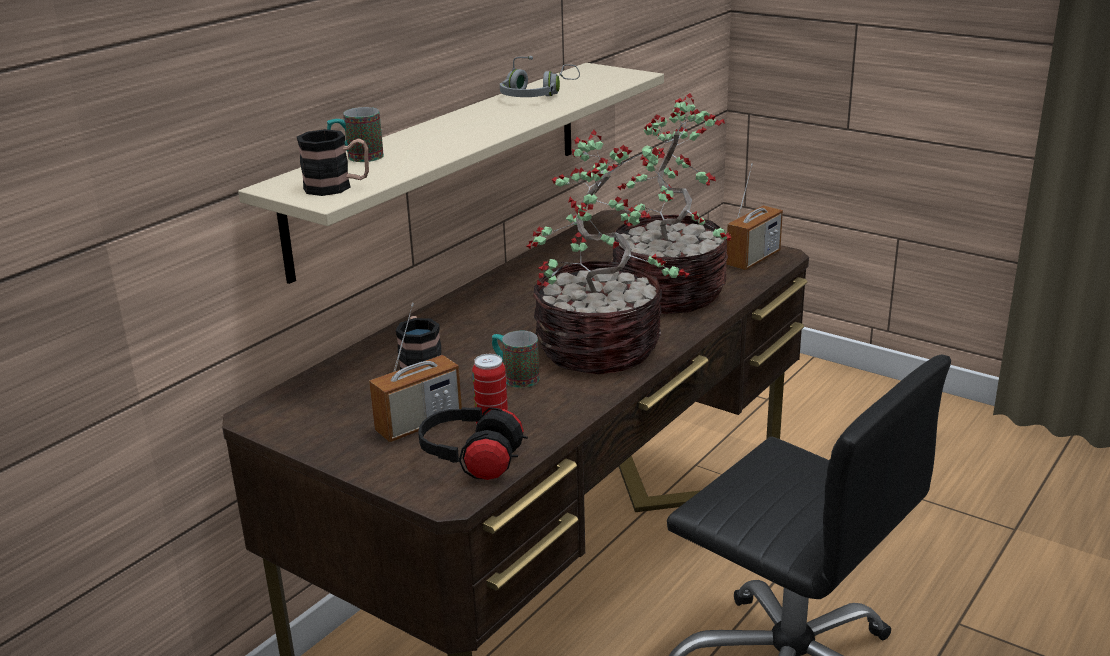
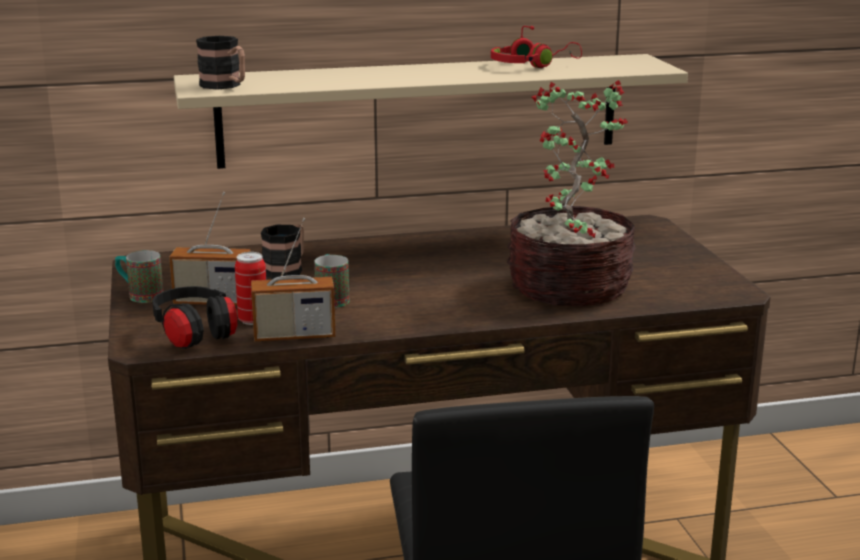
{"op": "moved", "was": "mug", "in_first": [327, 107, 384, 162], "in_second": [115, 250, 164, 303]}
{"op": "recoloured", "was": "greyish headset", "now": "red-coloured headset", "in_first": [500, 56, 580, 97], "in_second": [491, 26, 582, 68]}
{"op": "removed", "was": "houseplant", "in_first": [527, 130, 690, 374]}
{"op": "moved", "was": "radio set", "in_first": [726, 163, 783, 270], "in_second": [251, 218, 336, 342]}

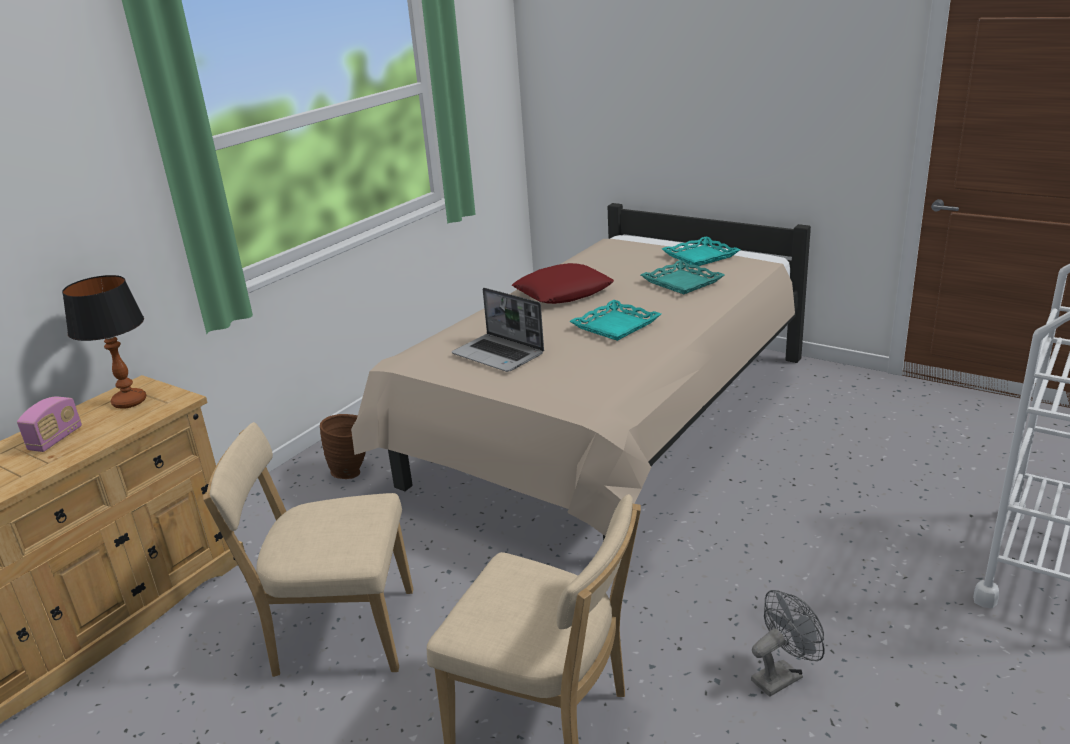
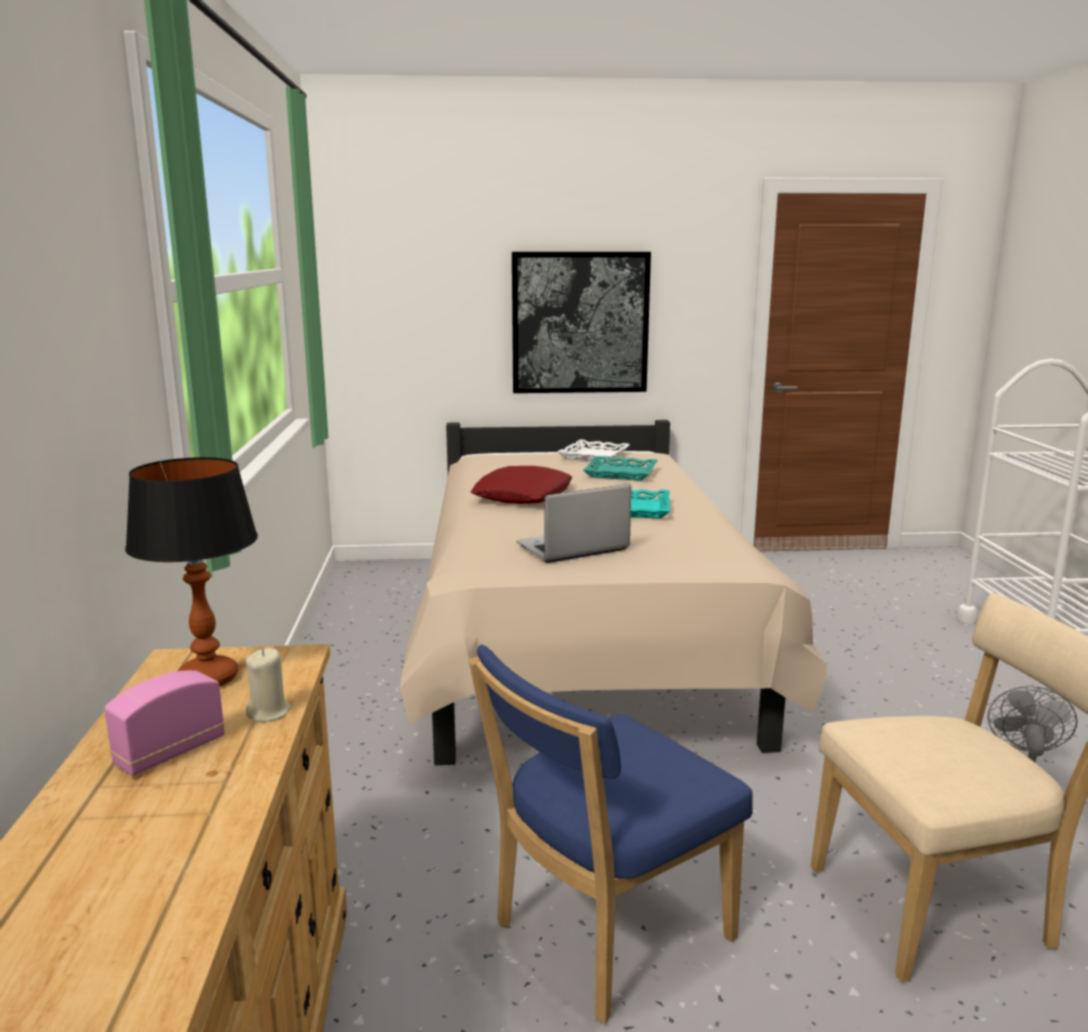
{"op": "turned", "was": "radio set", "in_first": [17, 396, 82, 452], "in_second": [104, 670, 225, 776], "clockwise": -120}
{"op": "recoloured", "was": "beige-coloured chair", "now": "bluish chair", "in_first": [203, 422, 413, 677], "in_second": [468, 645, 753, 1024]}
{"op": "removed", "was": "brown-coloured flower vase", "in_first": [320, 414, 366, 479]}
{"op": "turned", "was": "notebook computer", "in_first": [452, 288, 544, 372], "in_second": [516, 484, 631, 563], "clockwise": 150}
{"op": "recoloured", "was": "turquoise-coloured carrying tray", "now": "whitish carrying tray", "in_first": [662, 236, 740, 266], "in_second": [558, 439, 630, 463]}
{"op": "added", "now": "beige-coloured wax light", "in_second": [246, 648, 291, 722]}
{"op": "added", "now": "wall picture", "in_second": [512, 252, 651, 393]}

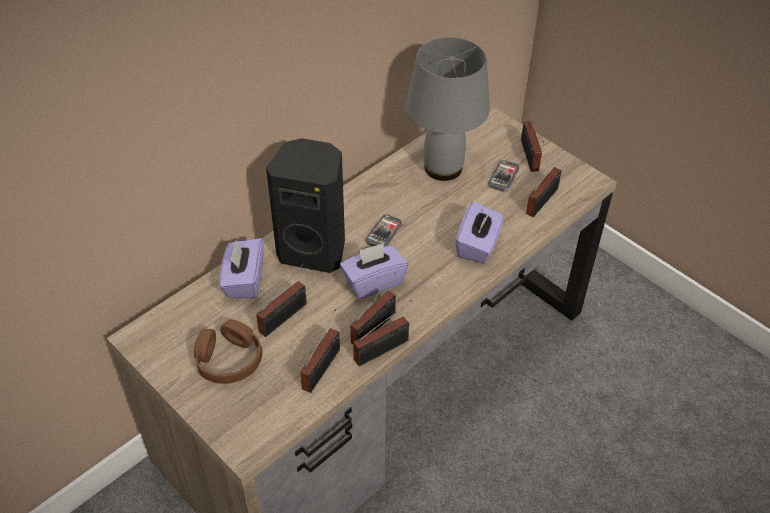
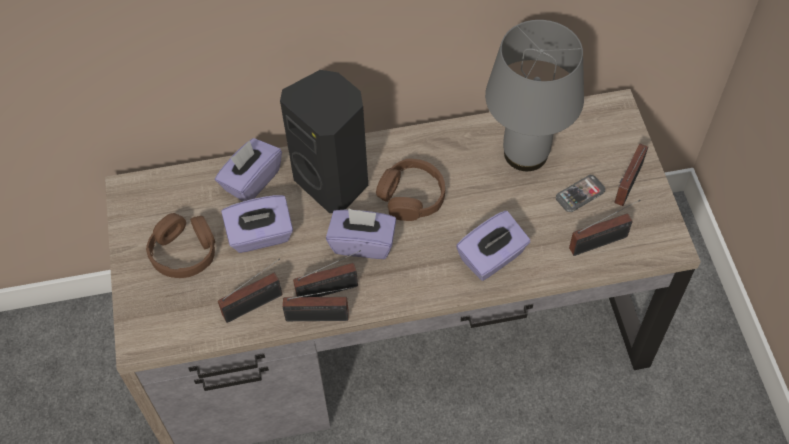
{"op": "replaced", "was": "radio set", "now": "purplish tissue box", "in_first": [256, 263, 307, 337], "in_second": [221, 195, 293, 253]}
{"op": "replaced", "was": "telephone", "now": "brown-coloured headset", "in_first": [365, 214, 403, 247], "in_second": [376, 159, 445, 221]}

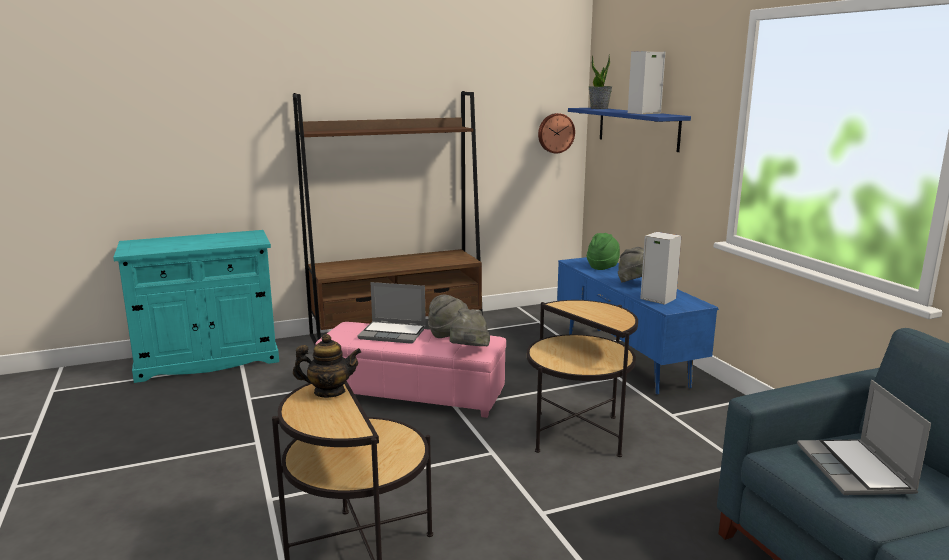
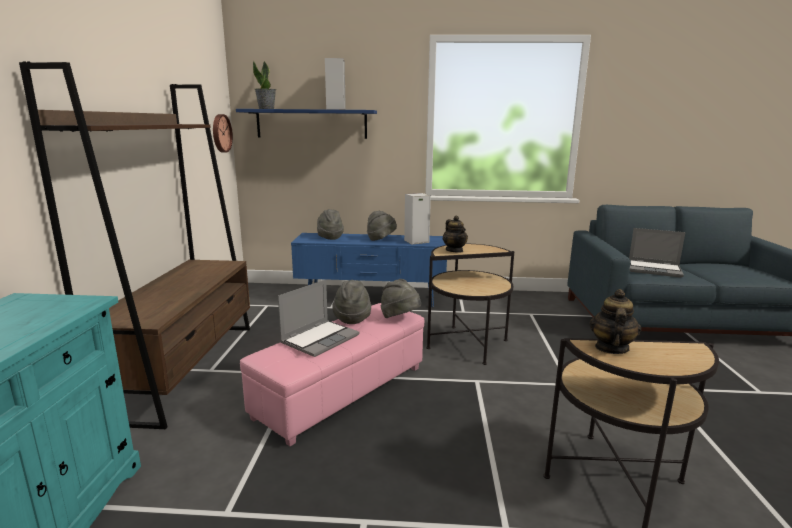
{"op": "recoloured", "was": "greenish clothing hat", "now": "greyish clothing hat", "in_first": [587, 233, 620, 270], "in_second": [317, 209, 344, 240]}
{"op": "added", "now": "tea pot", "in_second": [442, 216, 468, 253]}

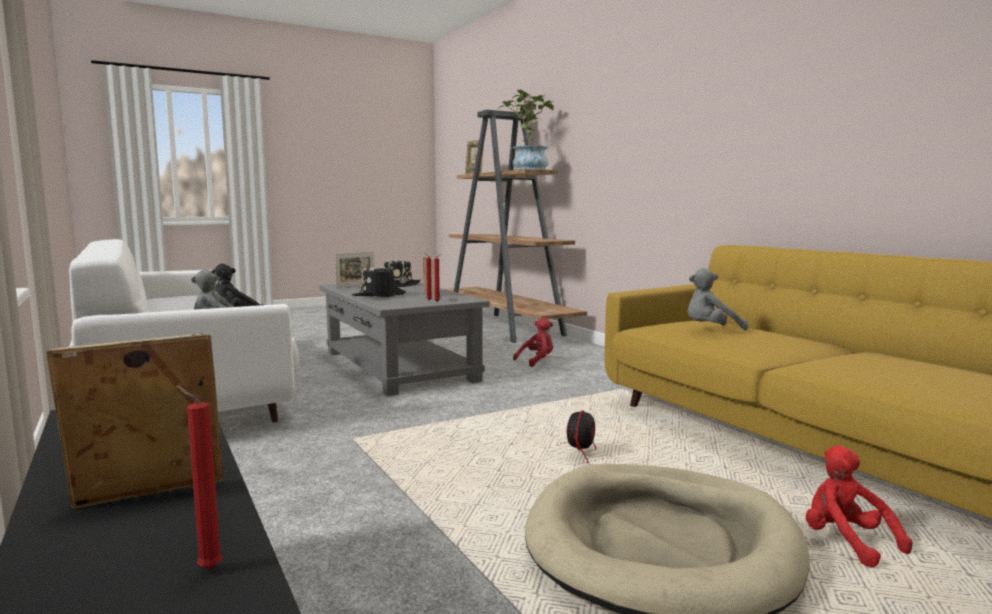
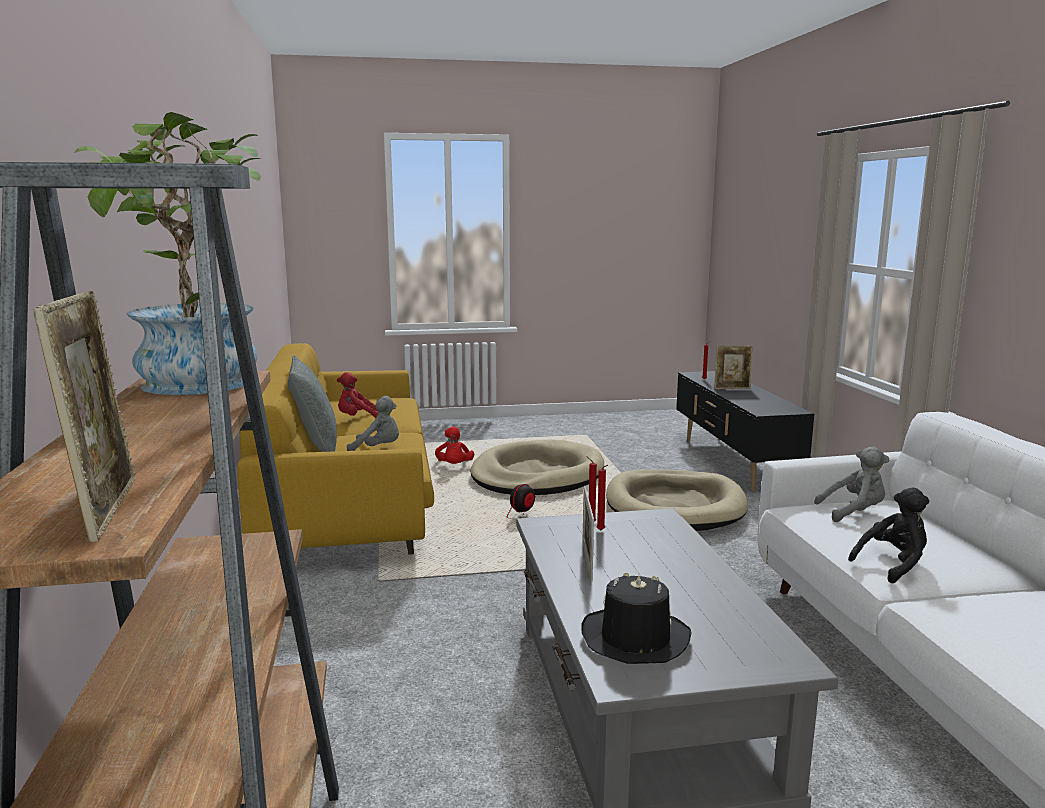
{"op": "removed", "was": "photo frame", "in_first": [335, 252, 374, 288]}
{"op": "removed", "was": "black clothing hat", "in_first": [352, 264, 406, 297]}
{"op": "moved", "was": "red-coloured soft toy", "in_first": [513, 317, 553, 367], "in_second": [337, 372, 378, 418]}
{"op": "added", "now": "greyish pillow", "in_second": [288, 355, 337, 452]}
{"op": "added", "now": "beige-coloured dog bed", "in_second": [606, 470, 748, 531]}

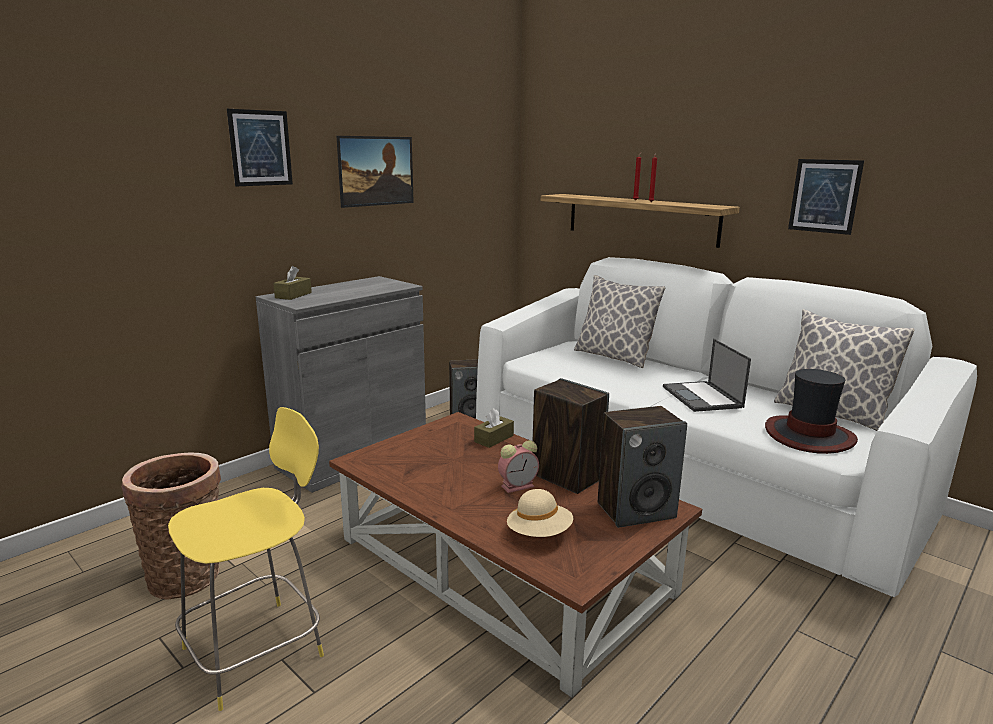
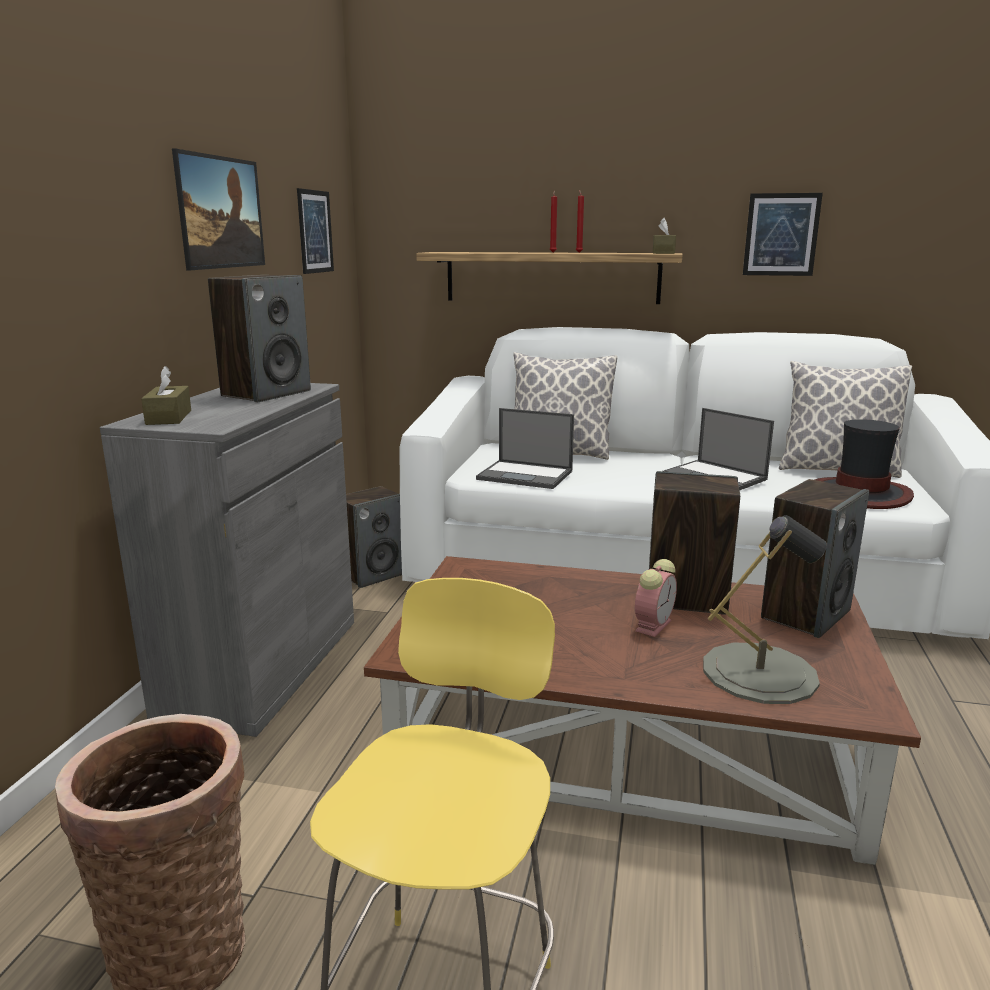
{"op": "moved", "was": "wall picture", "in_first": [227, 109, 293, 186], "in_second": [297, 188, 334, 274]}
{"op": "moved", "was": "brown-coloured tissue box", "in_first": [474, 408, 514, 448], "in_second": [653, 218, 676, 254]}
{"op": "replaced", "was": "beige-coloured clothing hat", "now": "greyish lamp for a table", "in_first": [507, 489, 573, 537], "in_second": [703, 515, 827, 704]}
{"op": "added", "now": "speaker", "in_second": [208, 275, 311, 402]}
{"op": "added", "now": "notebook computer", "in_second": [476, 408, 574, 489]}

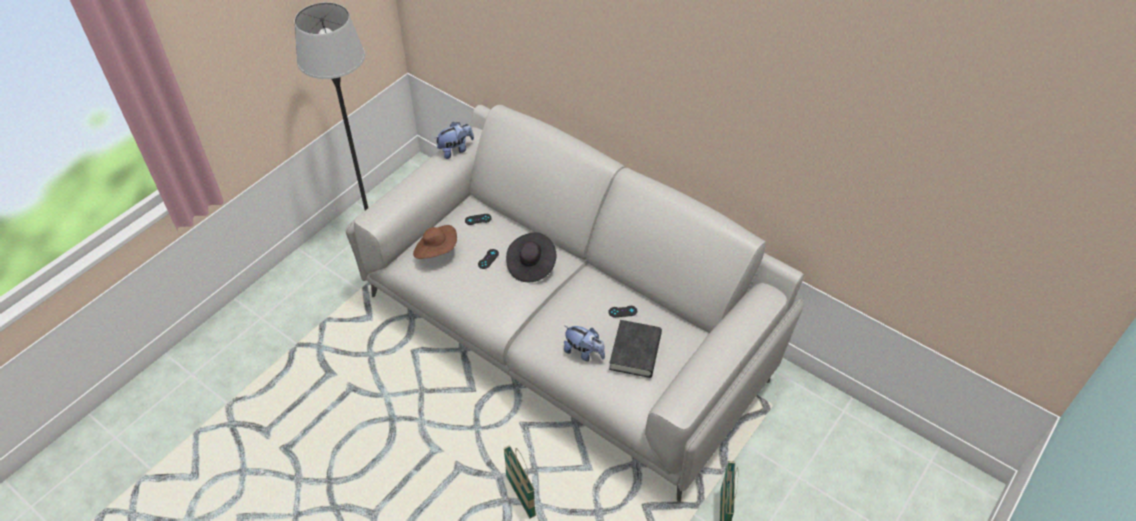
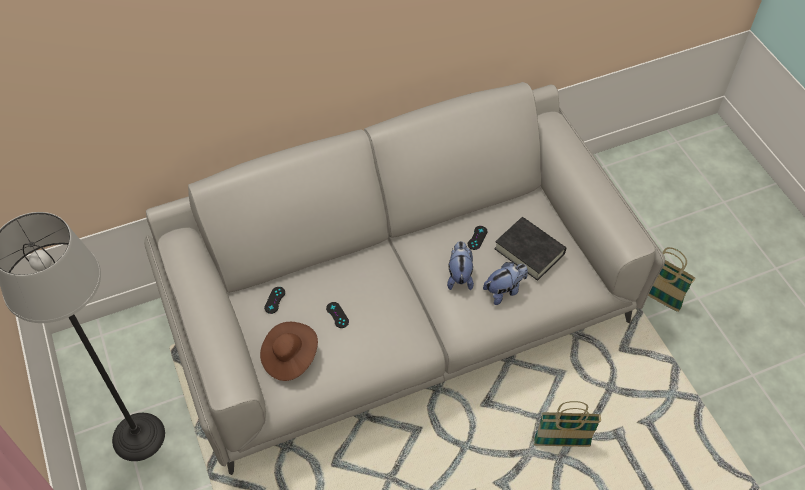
{"op": "moved", "was": "soft toy", "in_first": [435, 122, 474, 159], "in_second": [447, 241, 474, 290]}
{"op": "removed", "was": "black clothing hat", "in_first": [506, 232, 556, 282]}

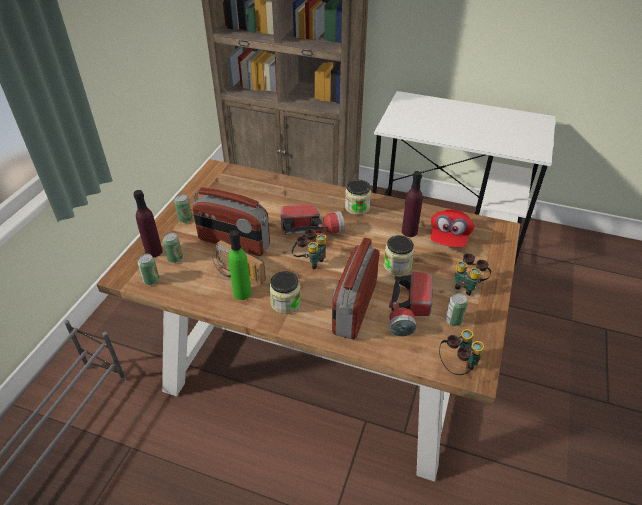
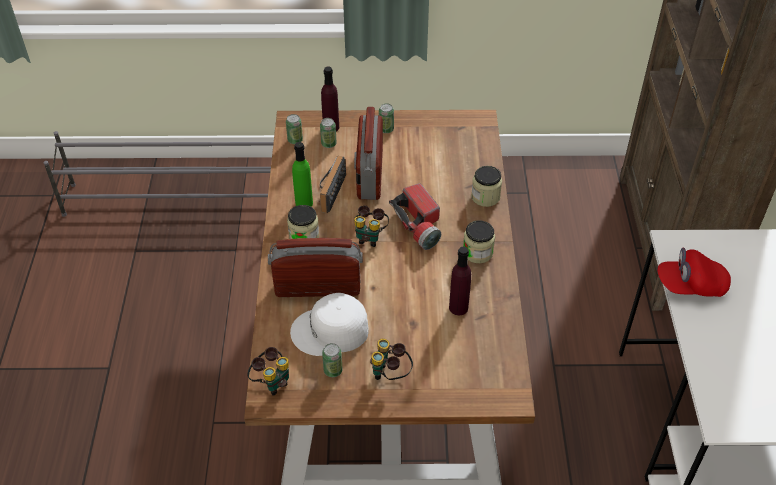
{"op": "moved", "was": "storage jar", "in_first": [384, 235, 414, 275], "in_second": [471, 166, 502, 207]}
{"op": "replaced", "was": "flashlight", "now": "whitish peaked cap", "in_first": [389, 271, 433, 337], "in_second": [290, 293, 369, 356]}
{"op": "moved", "was": "red-coloured peaked cap", "in_first": [431, 209, 474, 248], "in_second": [657, 248, 731, 297]}

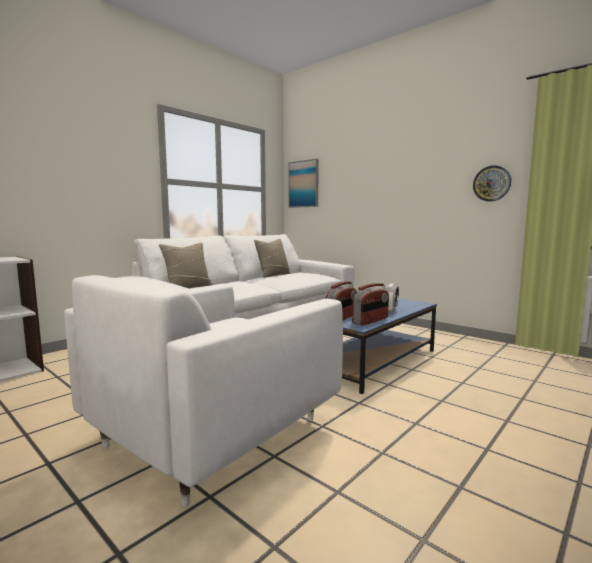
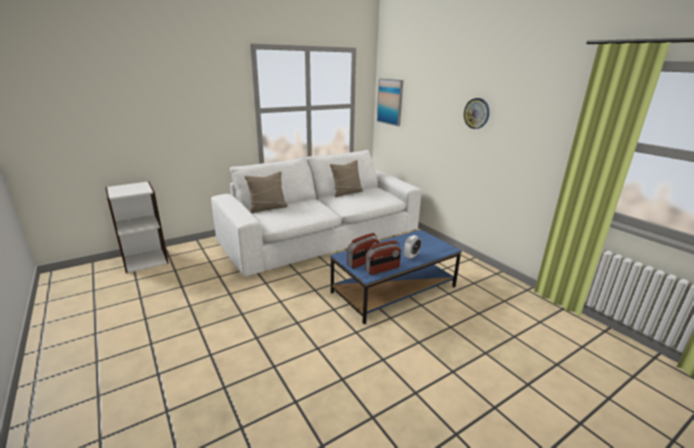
{"op": "removed", "was": "whitish lounge chair", "in_first": [64, 275, 343, 507]}
{"op": "moved", "was": "wall clock", "in_first": [473, 165, 511, 202], "in_second": [464, 98, 489, 129]}

